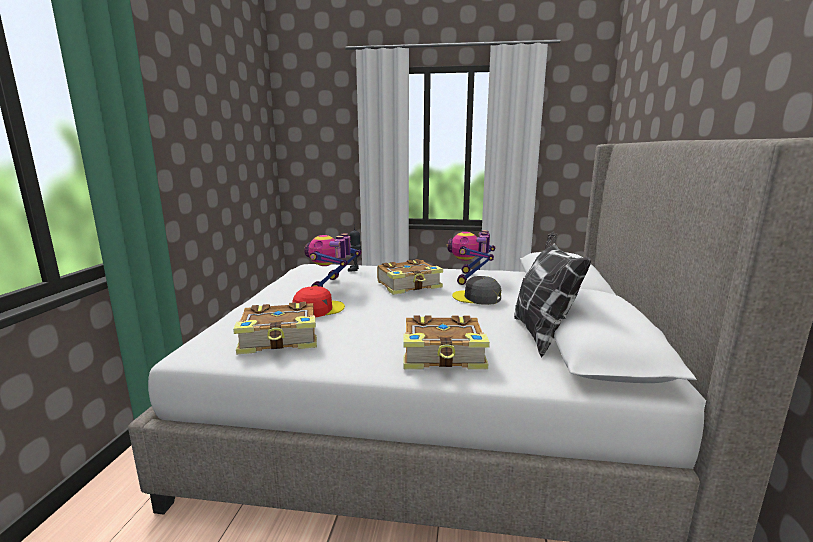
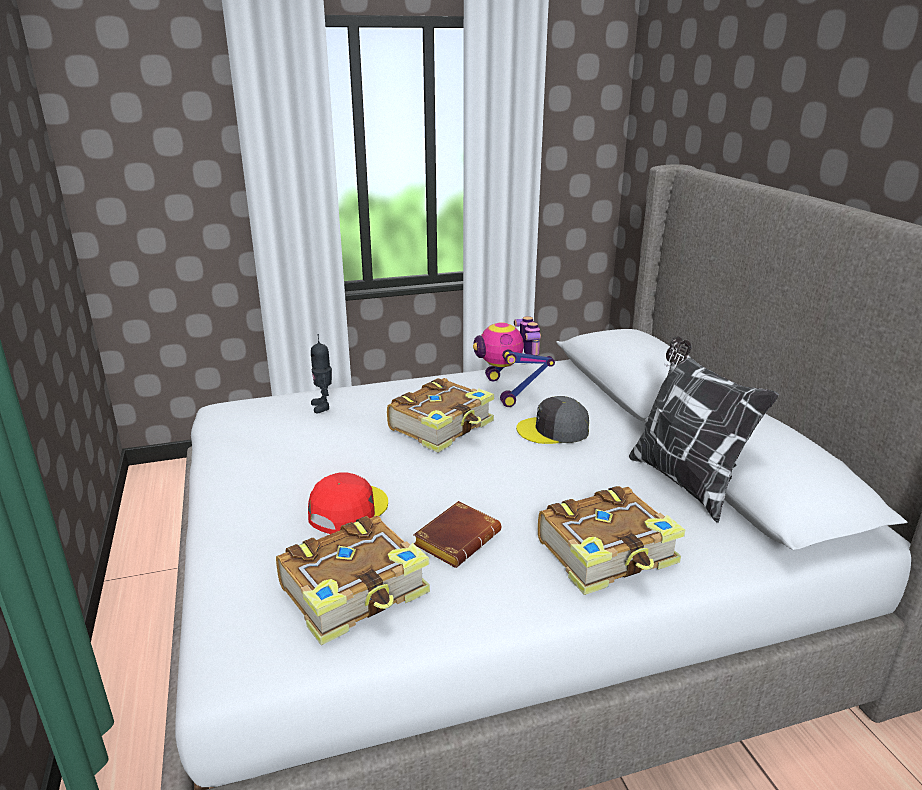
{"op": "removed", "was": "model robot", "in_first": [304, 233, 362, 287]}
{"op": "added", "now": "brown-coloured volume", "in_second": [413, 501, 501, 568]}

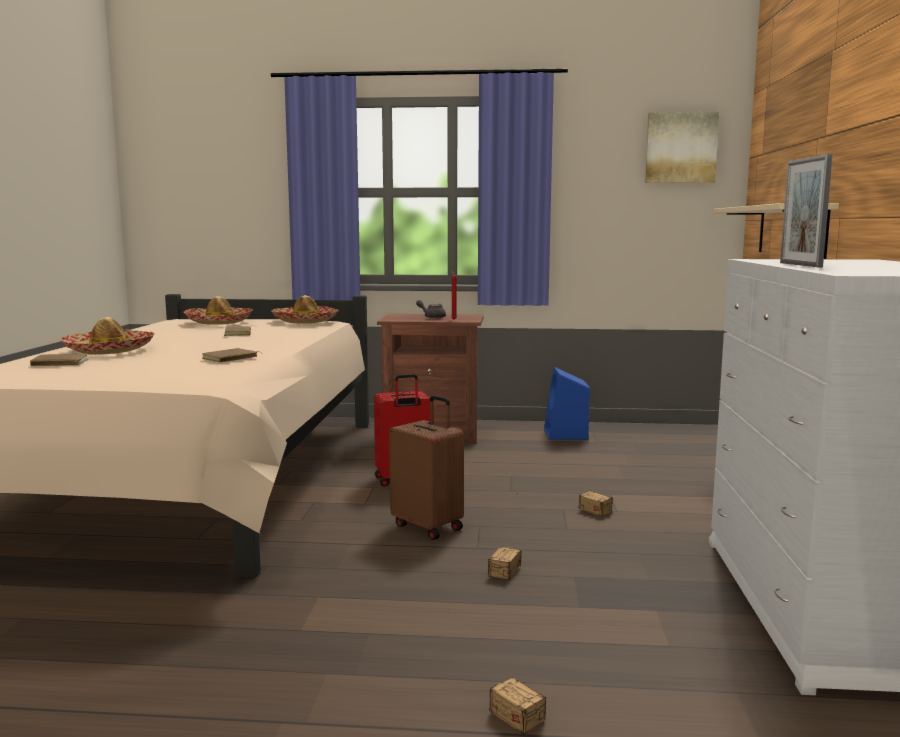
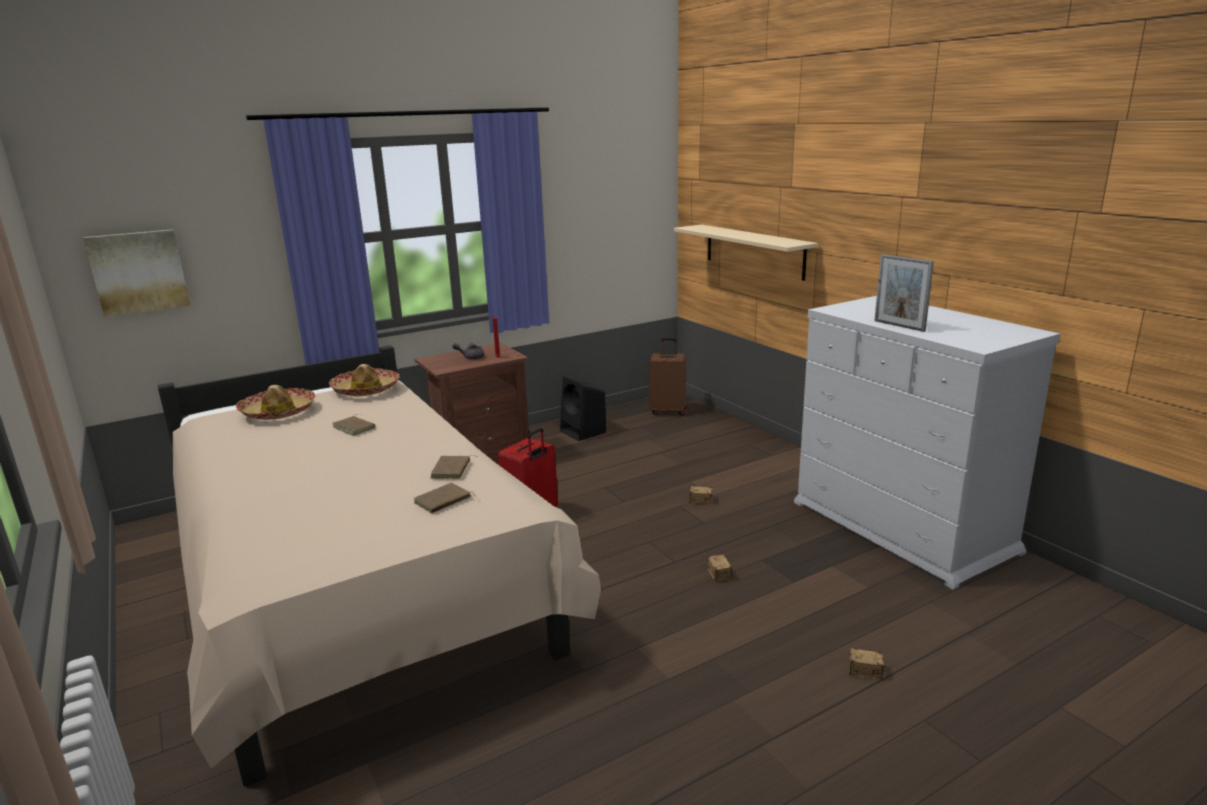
{"op": "moved", "was": "brown-coloured volume", "in_first": [30, 353, 89, 366], "in_second": [413, 483, 476, 513]}
{"op": "removed", "was": "clothing hat", "in_first": [61, 317, 155, 355]}
{"op": "moved", "was": "brown-coloured suitcase", "in_first": [389, 395, 464, 540], "in_second": [649, 338, 687, 416]}
{"op": "recoloured", "was": "bluish speaker", "now": "black speaker", "in_first": [544, 367, 590, 440], "in_second": [560, 377, 606, 441]}
{"op": "moved", "was": "wall picture", "in_first": [645, 112, 719, 183], "in_second": [83, 229, 190, 317]}

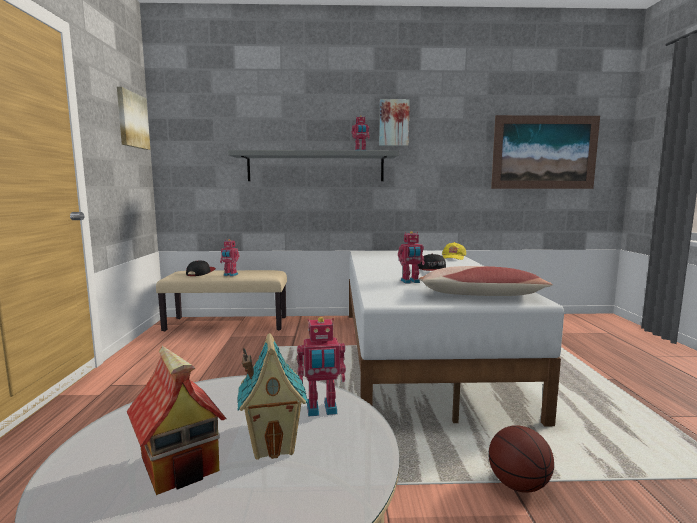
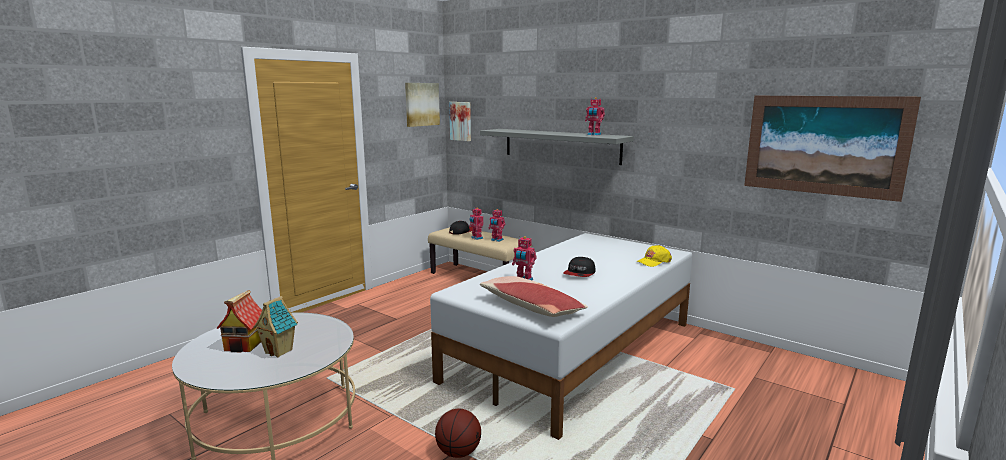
{"op": "moved", "was": "model robot", "in_first": [297, 317, 346, 417], "in_second": [488, 209, 505, 242]}
{"op": "moved", "was": "wall picture", "in_first": [379, 99, 410, 146], "in_second": [449, 102, 471, 141]}

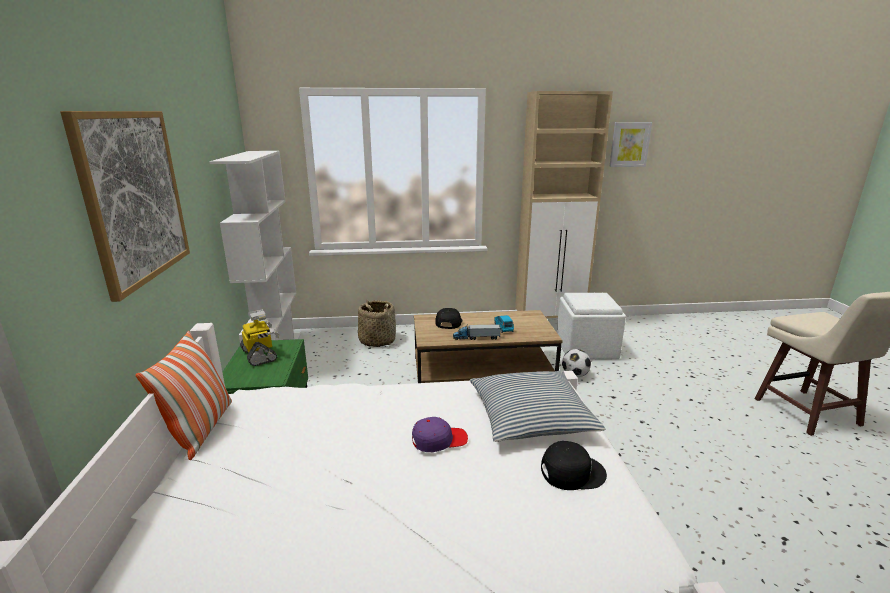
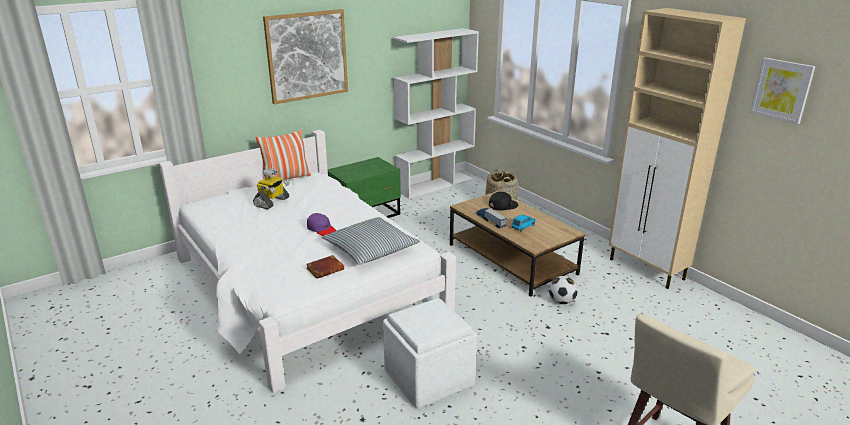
{"op": "moved", "was": "model robot", "in_first": [240, 309, 279, 366], "in_second": [253, 168, 289, 209]}
{"op": "replaced", "was": "black peaked cap", "now": "brown-coloured volume", "in_first": [541, 441, 607, 490], "in_second": [306, 255, 344, 279]}
{"op": "moved", "was": "whitish ottoman", "in_first": [557, 293, 626, 359], "in_second": [383, 298, 477, 408]}

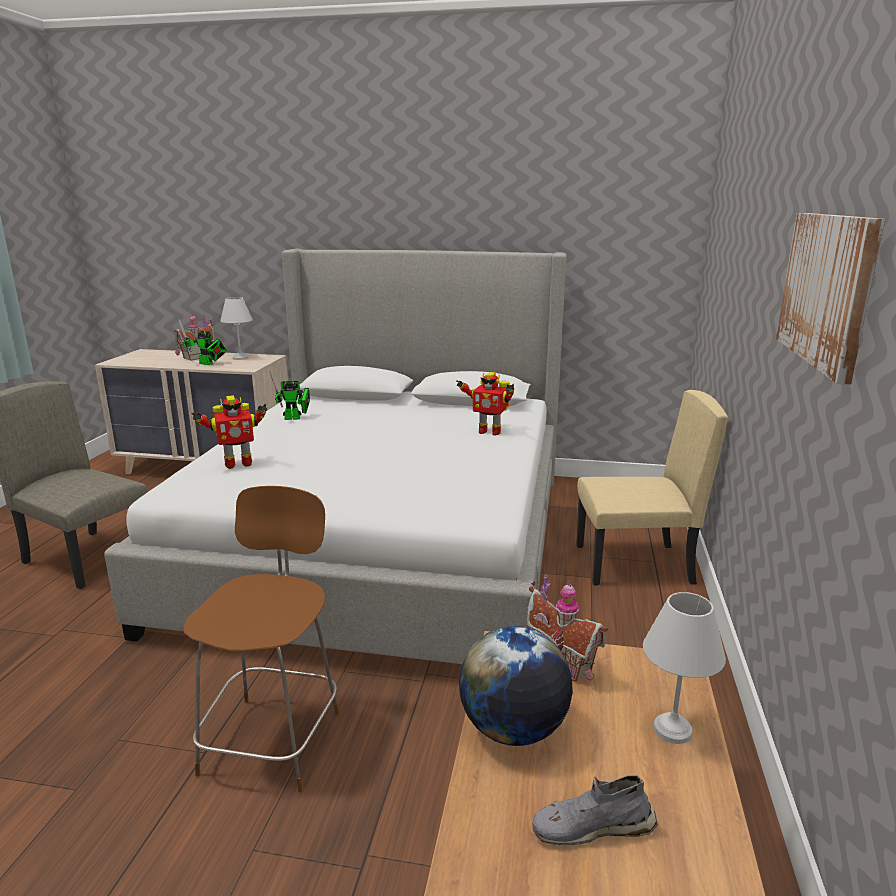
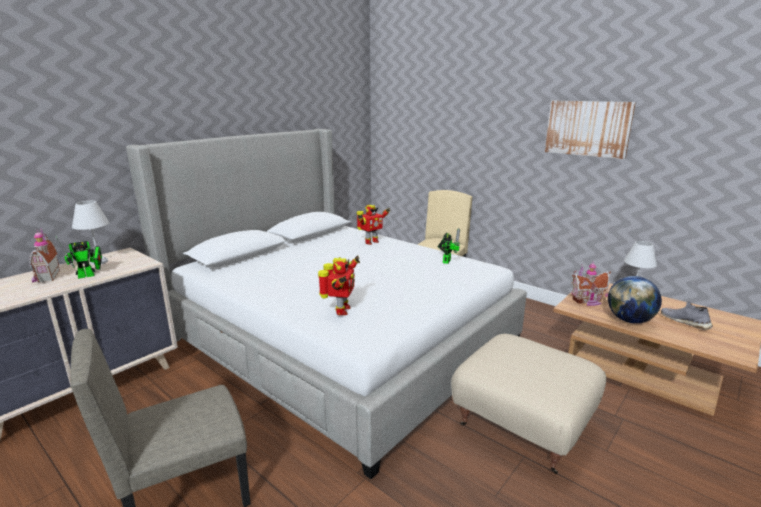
{"op": "replaced", "was": "brown-coloured chair", "now": "beige-coloured ottoman", "in_first": [183, 486, 339, 793], "in_second": [451, 334, 606, 474]}
{"op": "moved", "was": "model robot", "in_first": [269, 371, 310, 420], "in_second": [437, 228, 460, 264]}
{"op": "turned", "was": "greyish low shoe", "in_first": [532, 775, 658, 845], "in_second": [661, 301, 713, 330], "clockwise": 120}

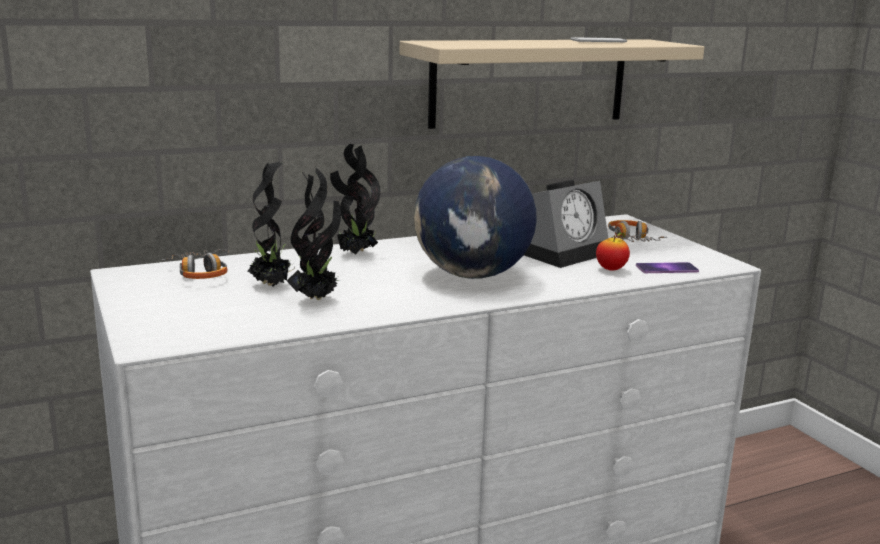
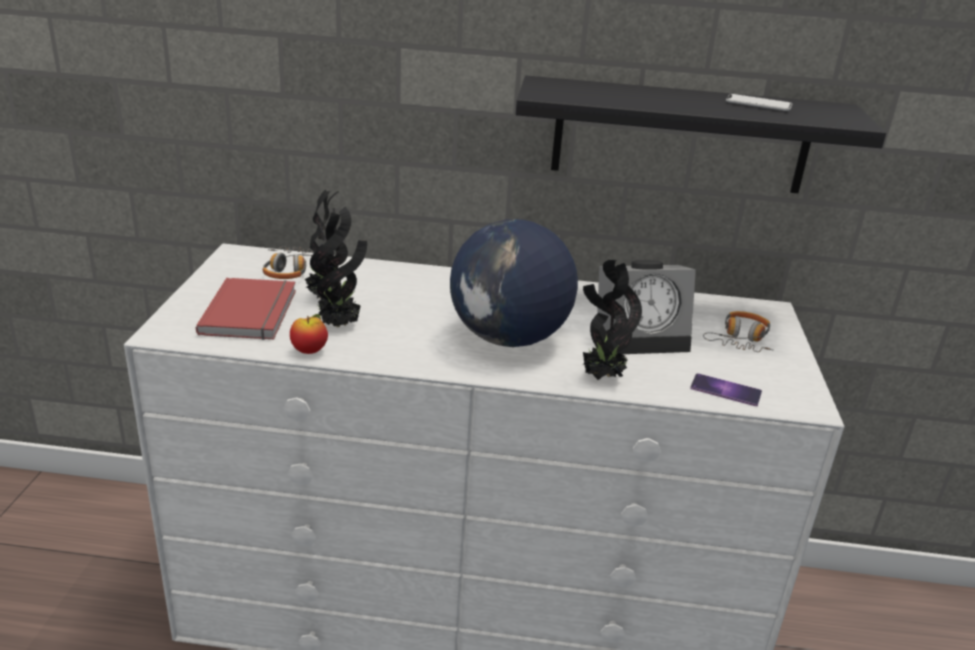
{"op": "moved", "was": "houseplant", "in_first": [330, 144, 380, 255], "in_second": [583, 260, 642, 380]}
{"op": "recoloured", "was": "beige-coloured bracket shelf", "now": "black bracket shelf", "in_first": [400, 39, 704, 129], "in_second": [516, 76, 886, 193]}
{"op": "moved", "was": "apple fruit", "in_first": [596, 232, 630, 270], "in_second": [290, 314, 328, 354]}
{"op": "added", "now": "red-coloured volume", "in_second": [196, 278, 296, 340]}

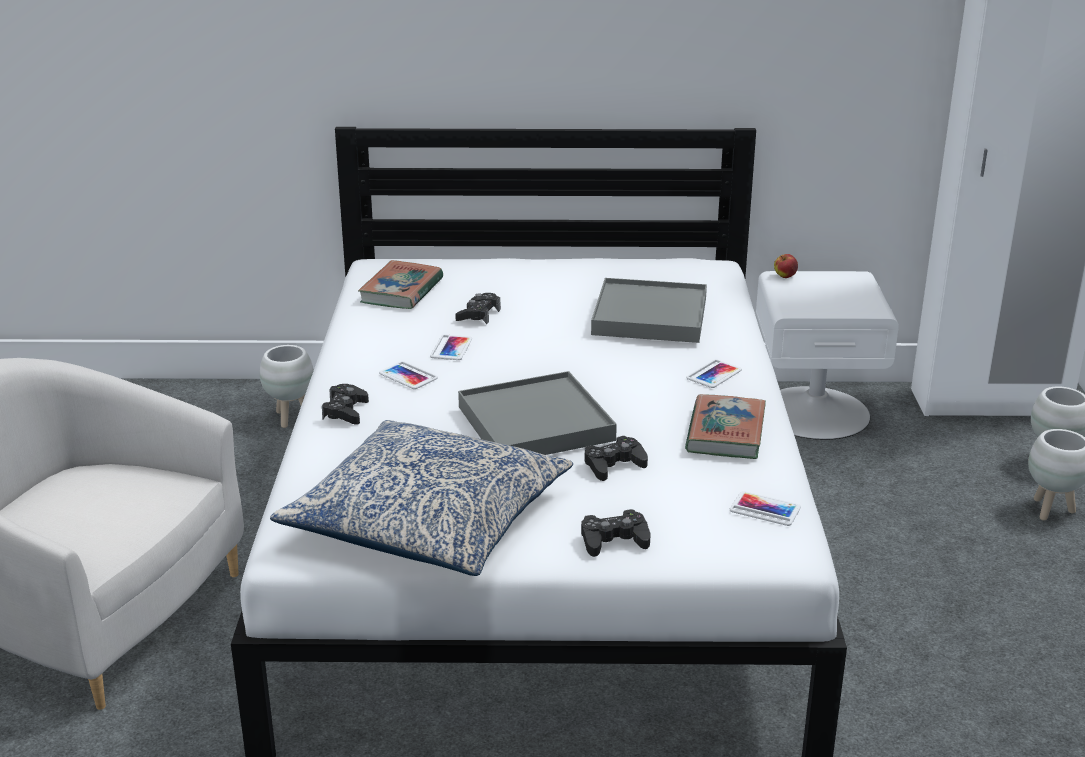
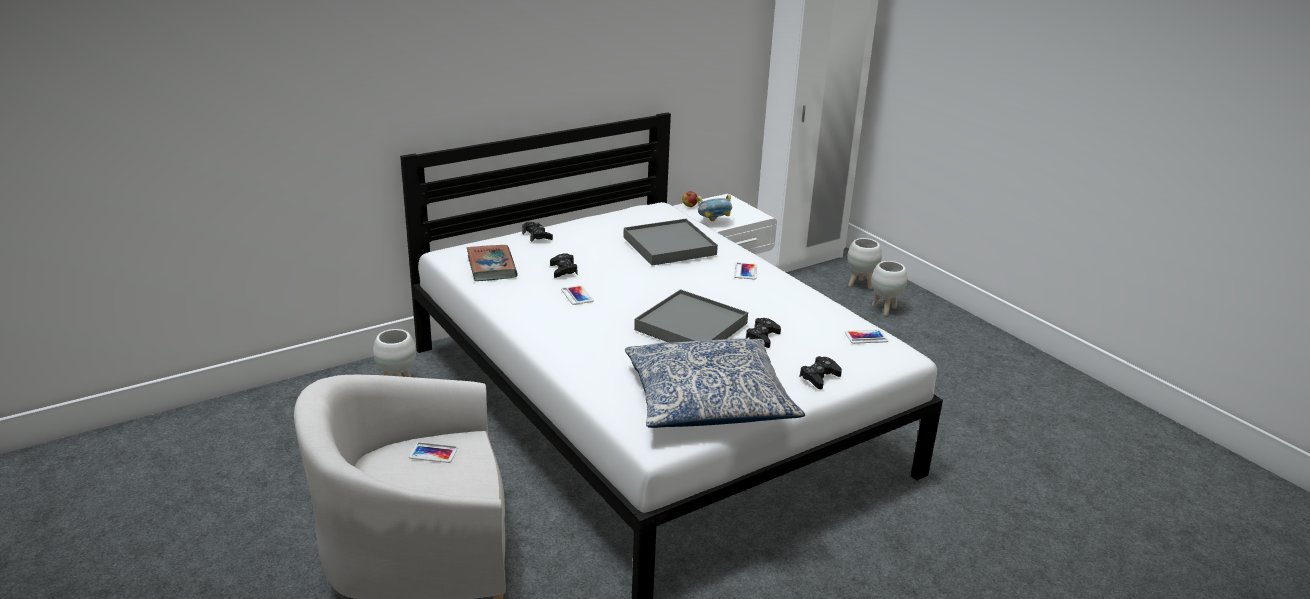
{"op": "moved", "was": "black gamepad", "in_first": [322, 384, 369, 425], "in_second": [522, 222, 553, 242]}
{"op": "moved", "was": "telephone", "in_first": [379, 361, 438, 389], "in_second": [409, 442, 458, 463]}
{"op": "removed", "was": "volume", "in_first": [685, 394, 766, 459]}
{"op": "added", "now": "bowl", "in_second": [696, 194, 732, 221]}

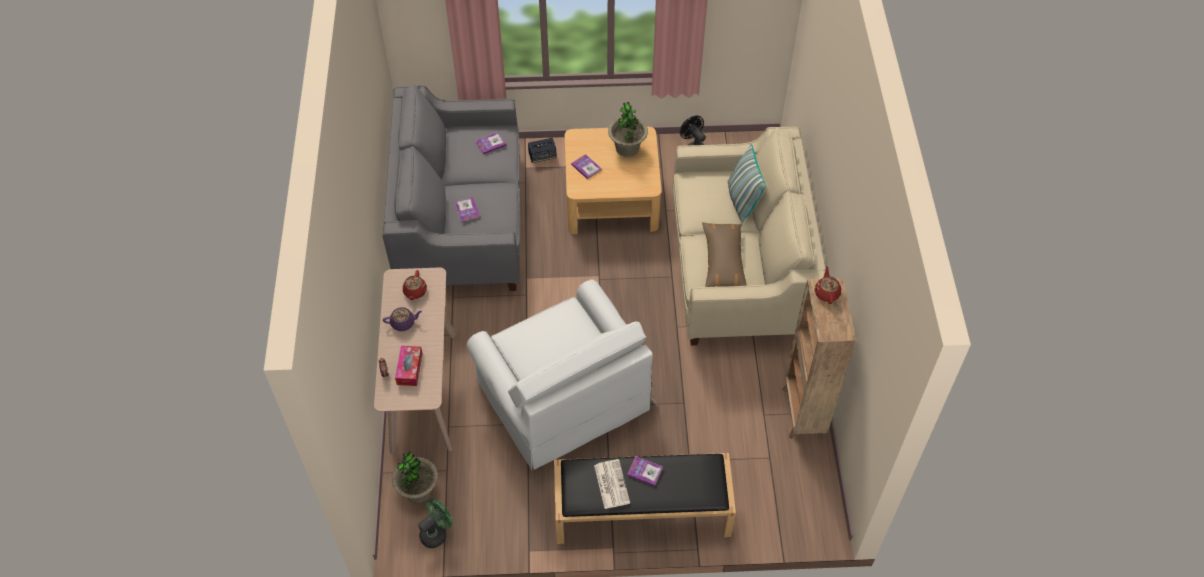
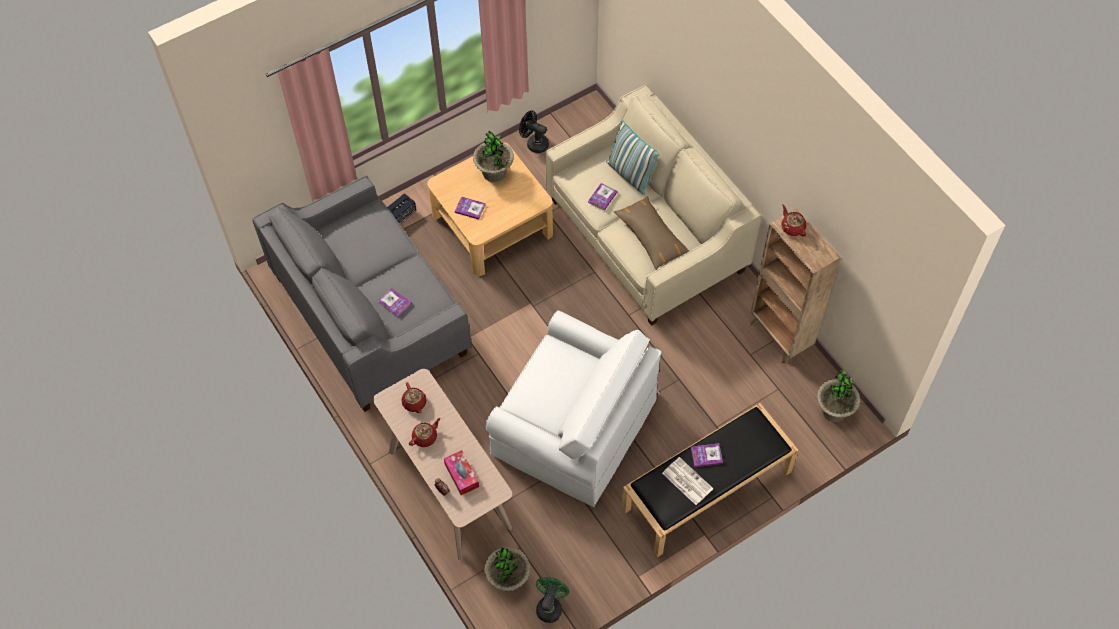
{"op": "recoloured", "was": "purplish tea pot", "now": "red-coloured tea pot", "in_first": [383, 307, 422, 331], "in_second": [409, 418, 440, 447]}
{"op": "moved", "was": "volume", "in_first": [476, 132, 506, 155], "in_second": [588, 183, 617, 211]}
{"op": "added", "now": "houseplant", "in_second": [817, 370, 860, 422]}

